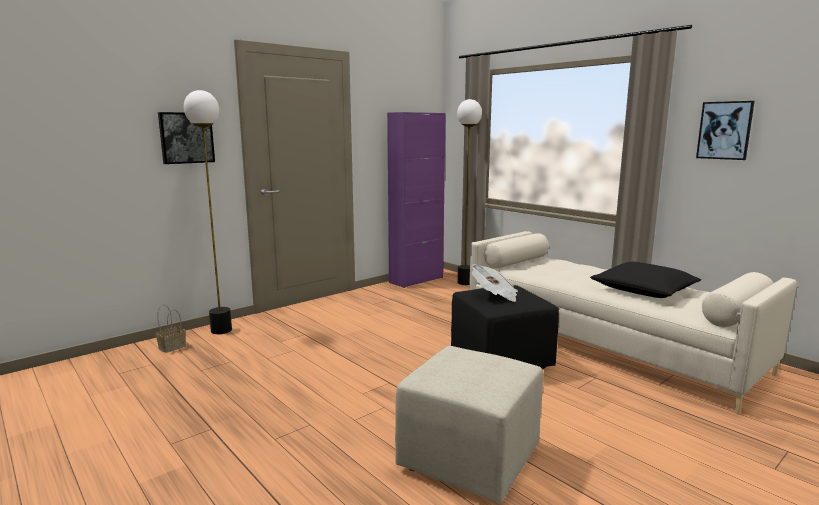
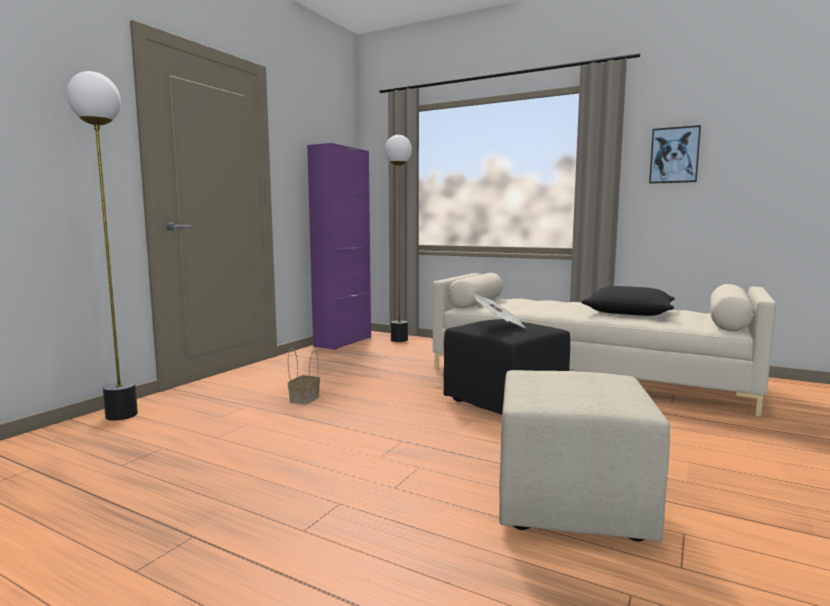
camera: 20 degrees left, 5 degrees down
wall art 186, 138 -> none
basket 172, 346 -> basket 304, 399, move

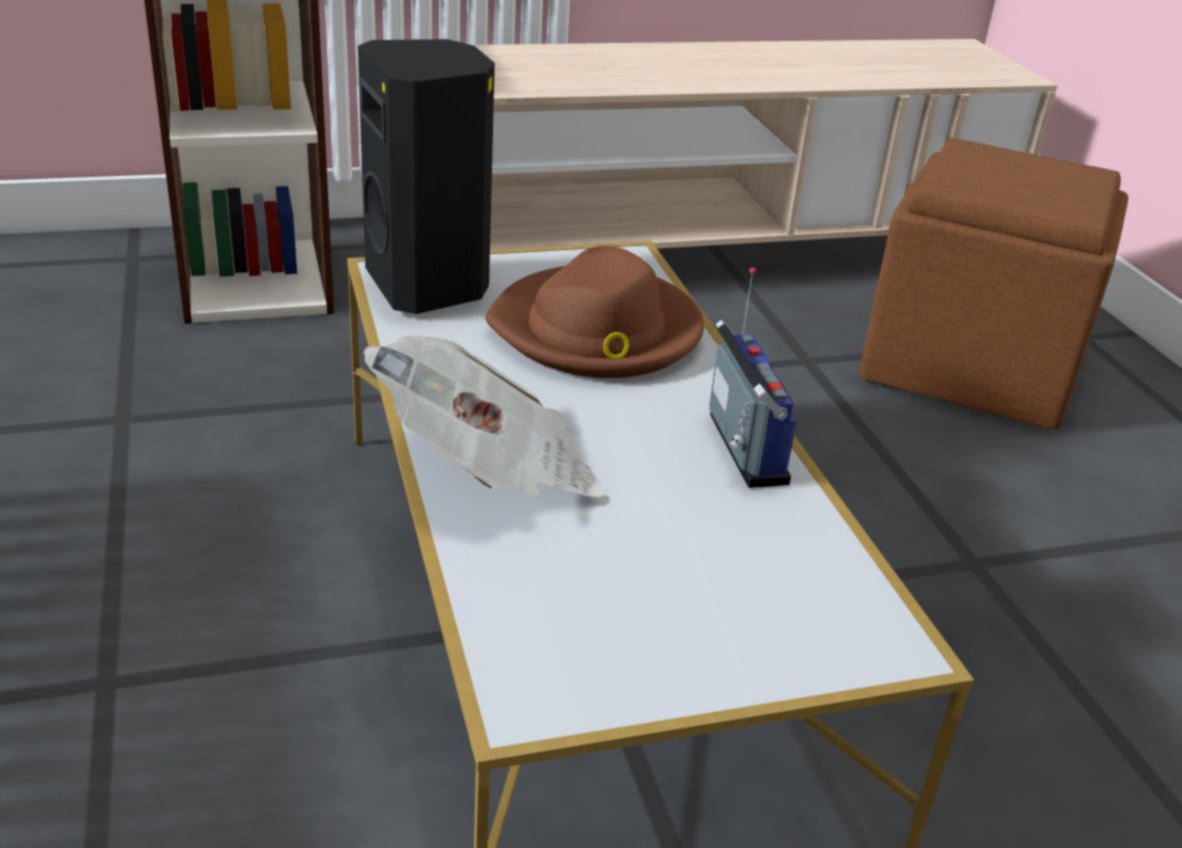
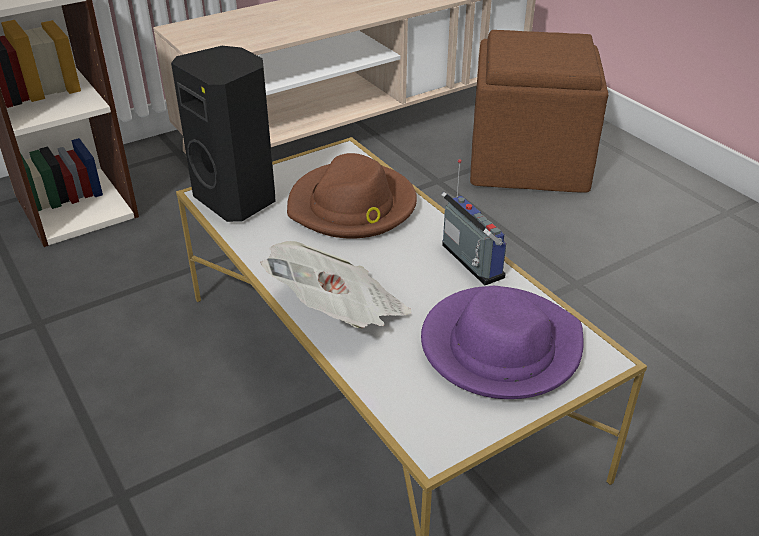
camera: 15 degrees left, 5 degrees up
none -> hat in purplish 500, 347

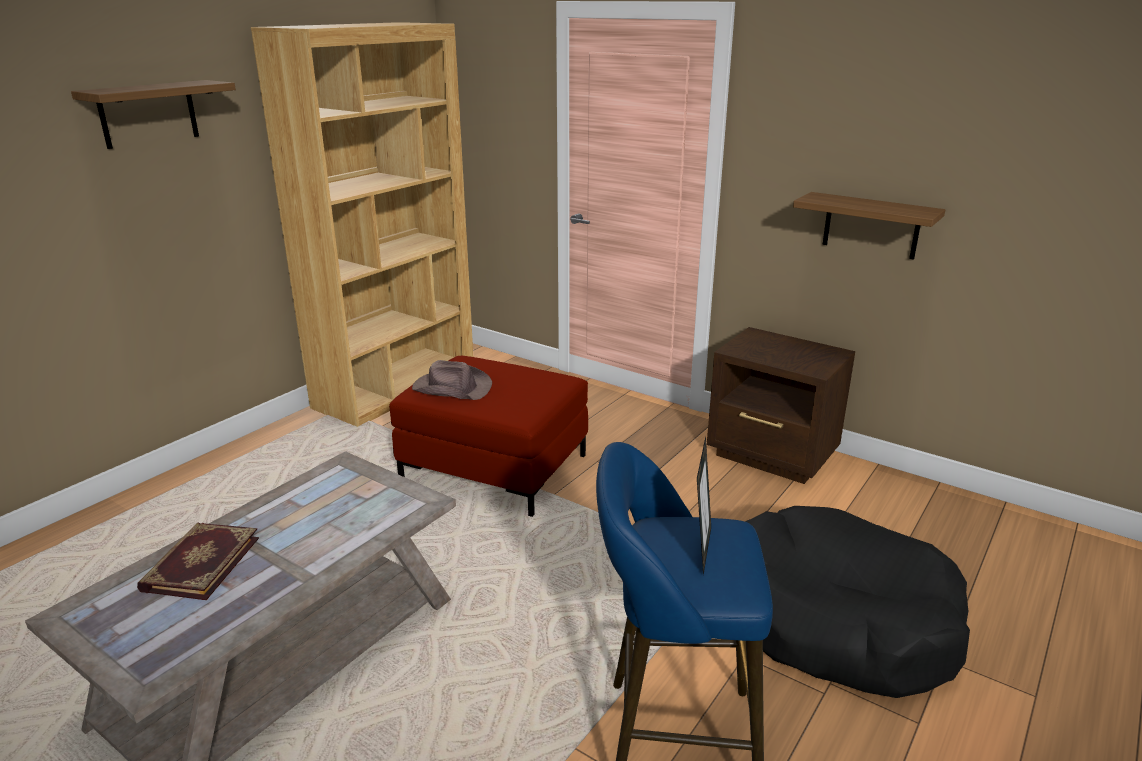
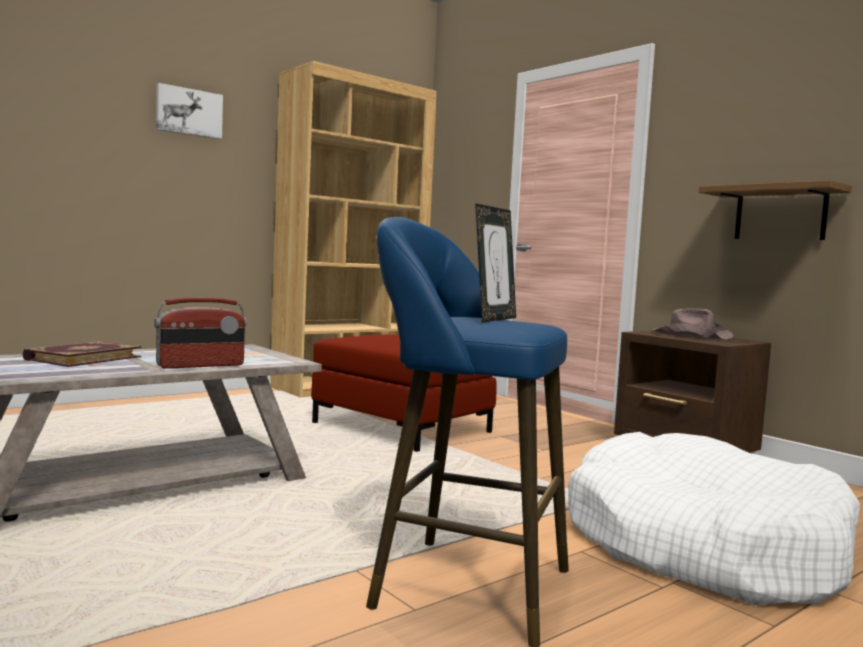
camera: 15 degrees right, 20 degrees down
shelf 148, 114 -> wall art 189, 112
hat in brown-coloured 451, 388 -> hat in brown-coloured 691, 335, move
dog bed in blackish 834, 620 -> dog bed in whitish 701, 547
none -> radio set 201, 365

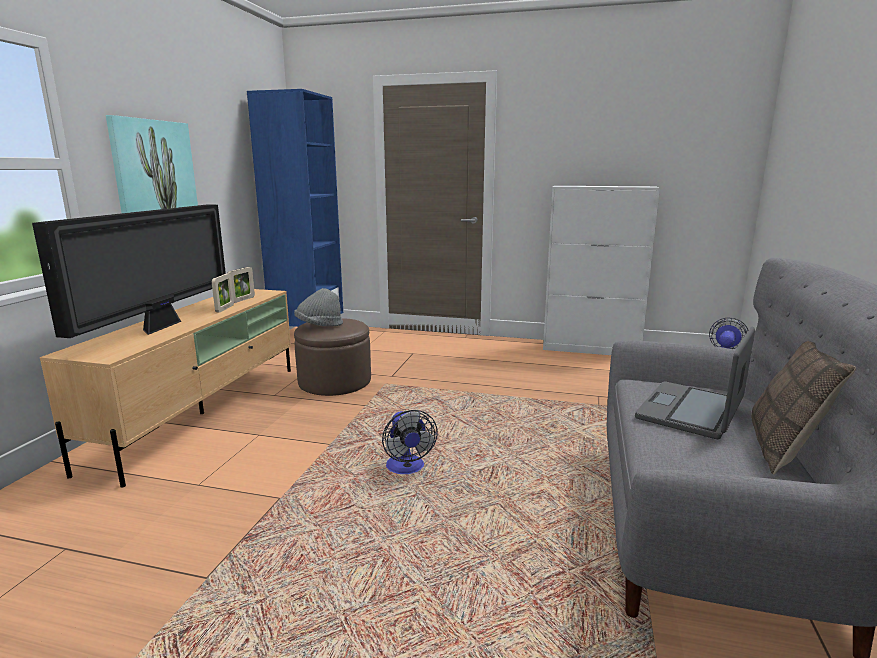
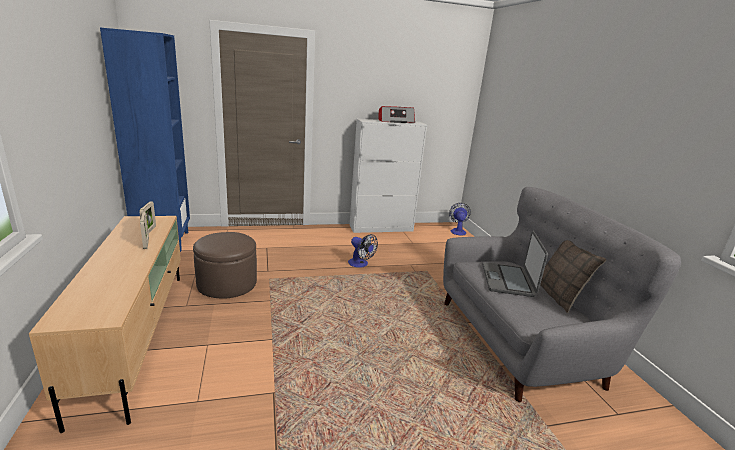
camera: 30 degrees left, 5 degrees up
wall art 155, 173 -> none
television 161, 326 -> none
hat in greyish 319, 326 -> none
fan 407, 469 -> fan 360, 264, move
none -> radio set 395, 121

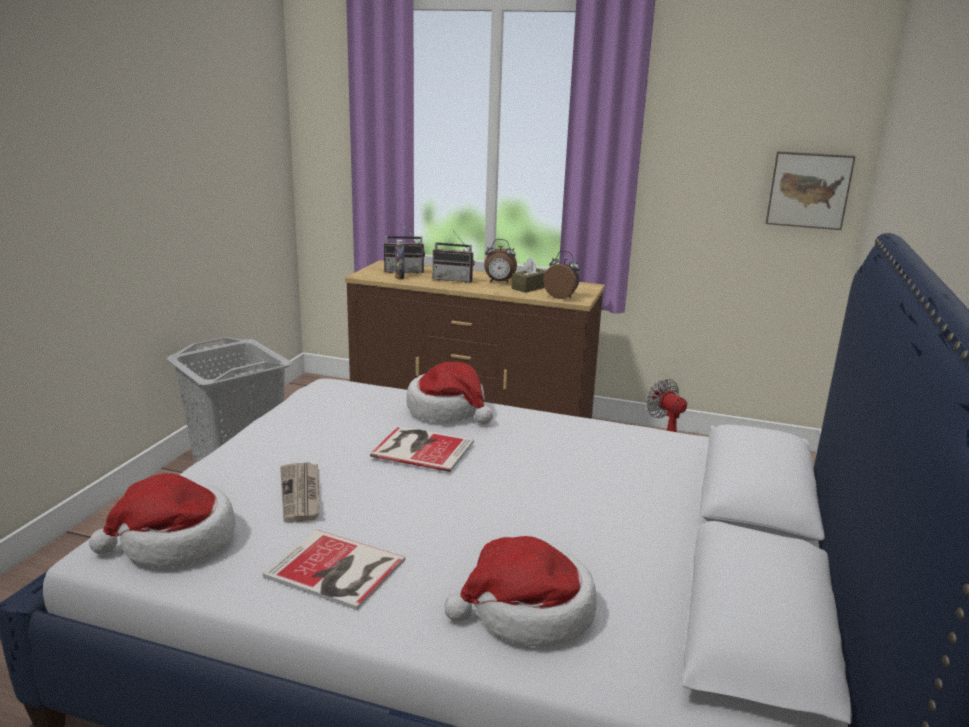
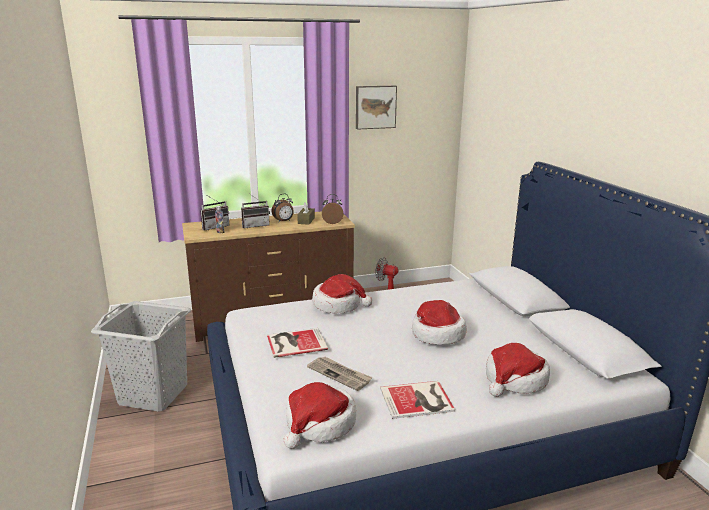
camera: 35 degrees left, 0 degrees up
wall art 808, 190 -> wall art 375, 107, move
book 421, 448 -> book 294, 342, move
none -> hat 436, 334

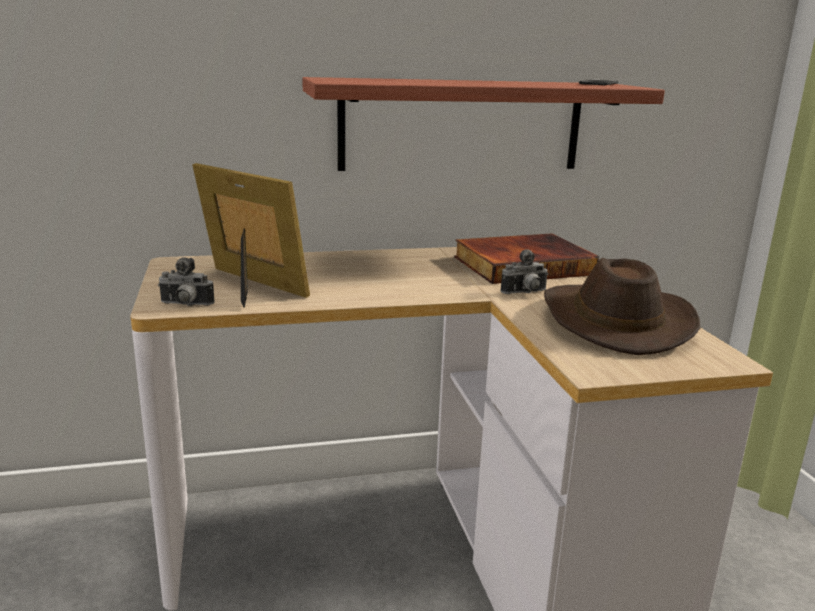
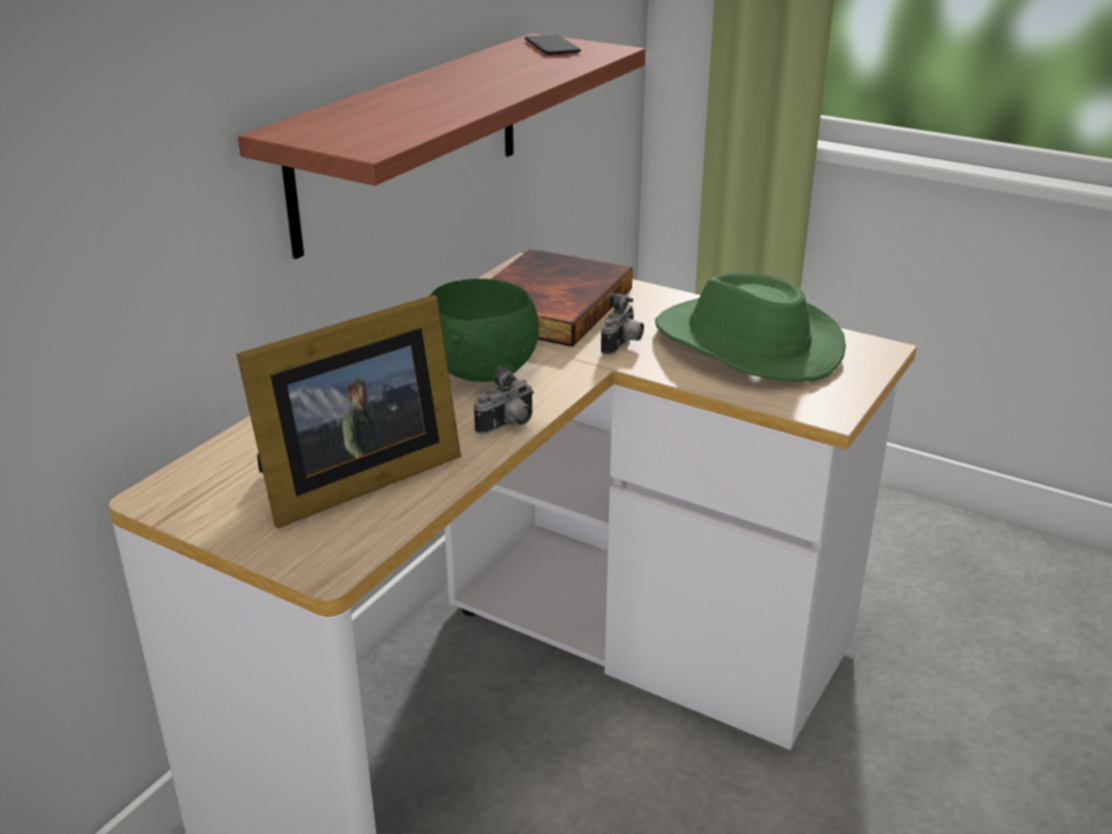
camera: 45 degrees left, 10 degrees up
picture frame 249, 287 -> picture frame 352, 481, 150 degrees clockwise
photo camera 185, 305 -> photo camera 508, 426, move
hat in brown-coloured 613, 321 -> hat in greenish 746, 346
none -> deep dish in greenish 483, 371

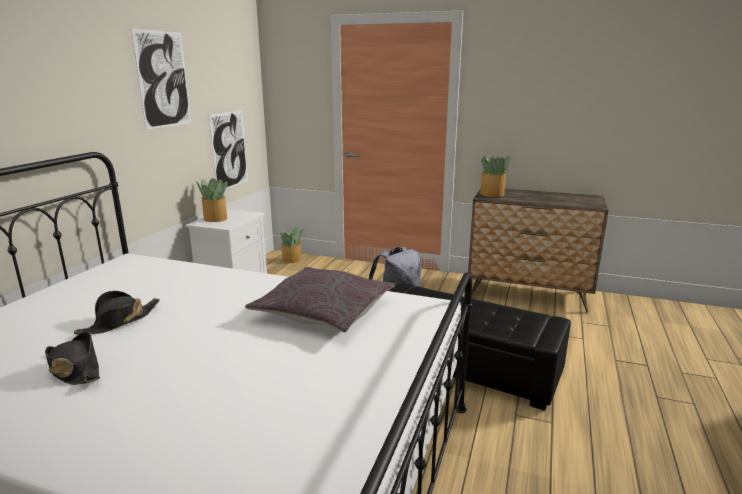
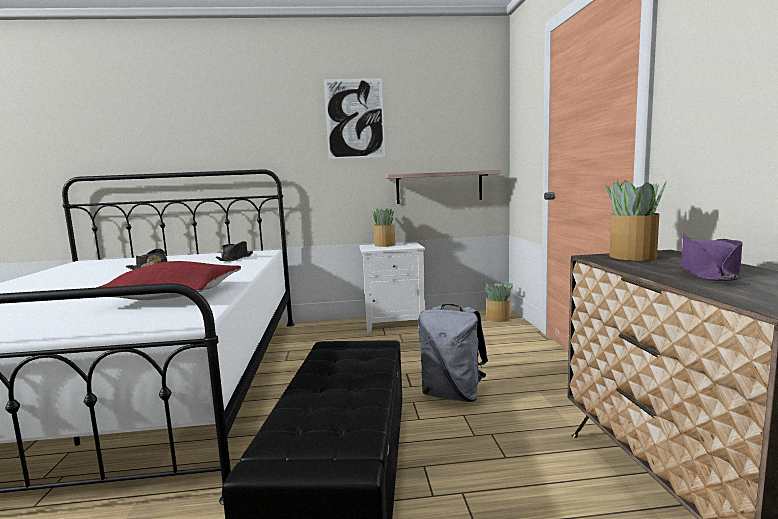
camera: 65 degrees right, 10 degrees down
wall art 229, 150 -> shelf 439, 187
cushion in greyish 323, 310 -> cushion in red-coloured 171, 296
hat in blackish 75, 369 -> hat in blackish 235, 259, move
none -> hat in purplish 708, 272

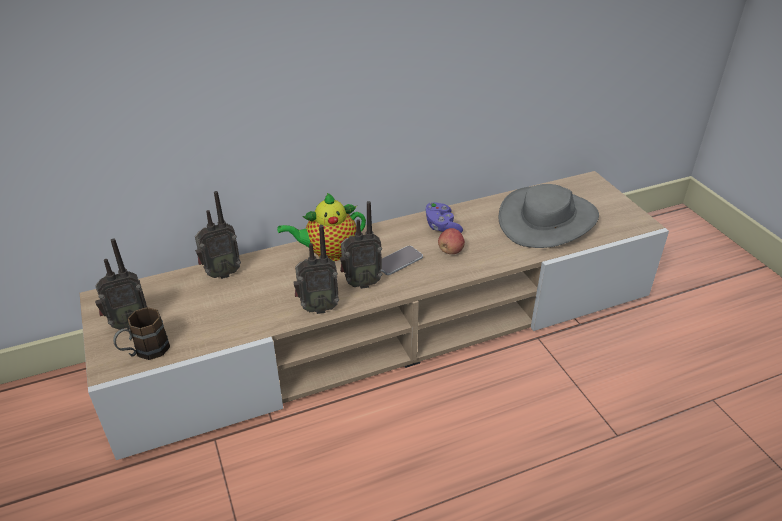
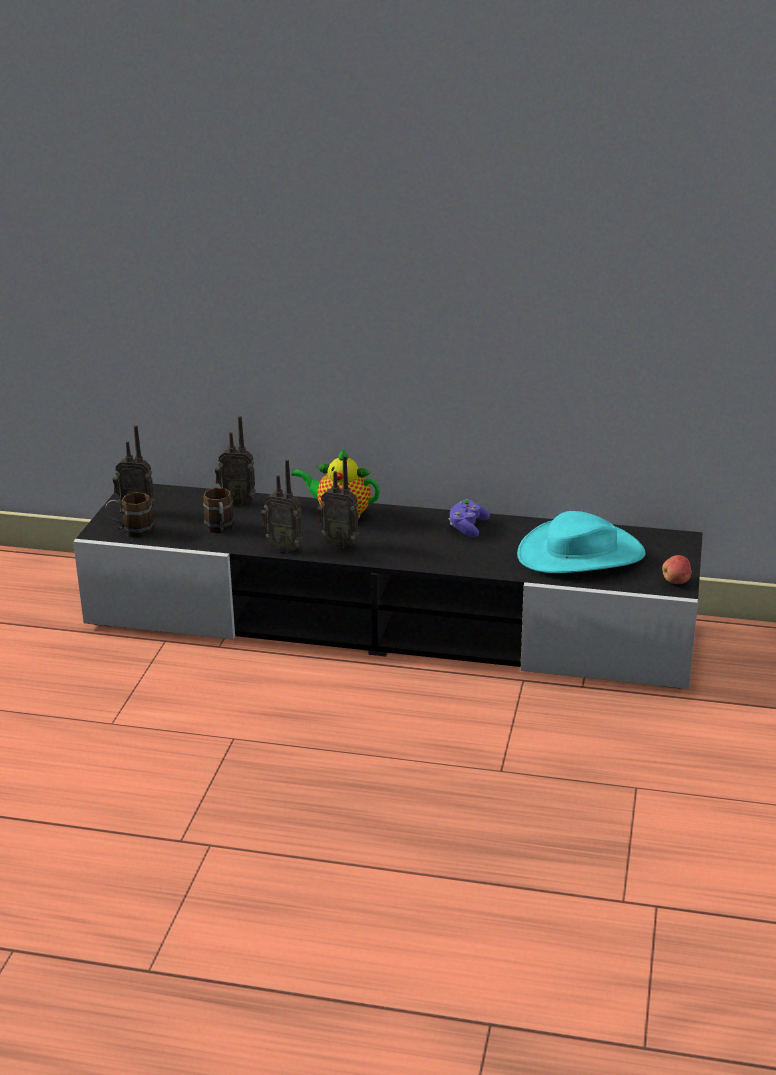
camera: 35 degrees right, 10 degrees down
tv unit in beige-coloured 392, 329 -> tv unit in blackish 390, 624
hat in greyish 548, 220 -> hat in turquoise-coloured 581, 554
whole apple 450, 251 -> whole apple 676, 581, move
handset 398, 261 -> none
none -> mug in brown-coloured 220, 529

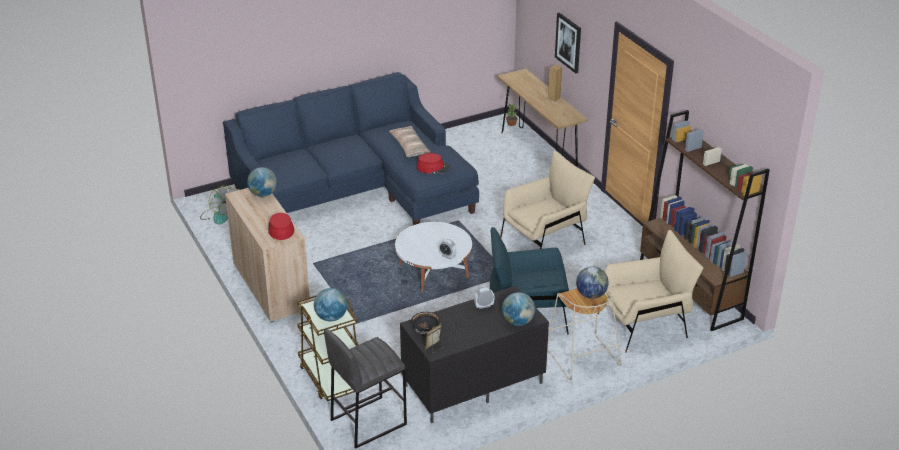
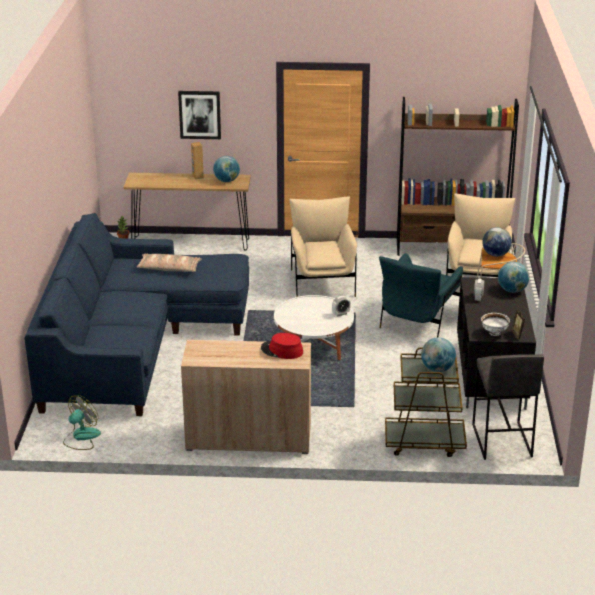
camera: 60 degrees left, 5 degrees down
hat in red-coloured 433, 167 -> none
world globe 263, 194 -> world globe 227, 181, move
fan 218, 215 -> fan 81, 437, 45 degrees counterclockwise
deep dish in blackish 425, 333 -> deep dish in whitish 494, 333

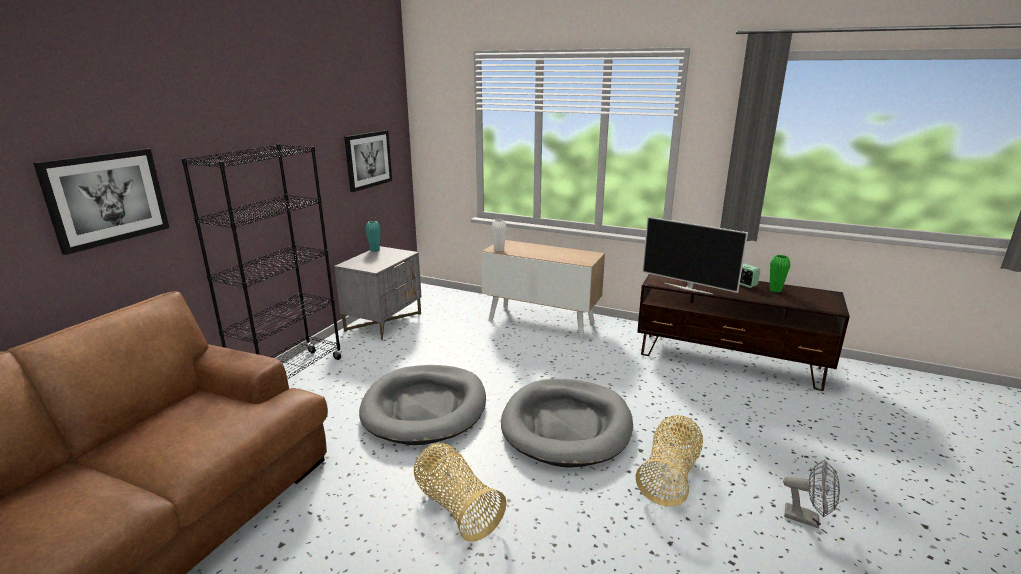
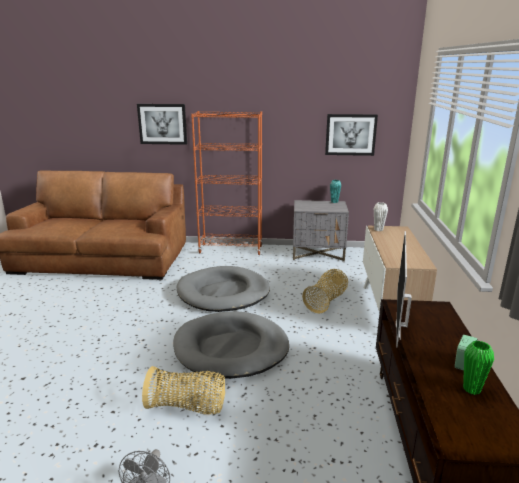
camera: 70 degrees right, 0 degrees up
shelving unit in blackish 290, 377 -> shelving unit in orangey 231, 249
basket 456, 507 -> basket 326, 301, move

